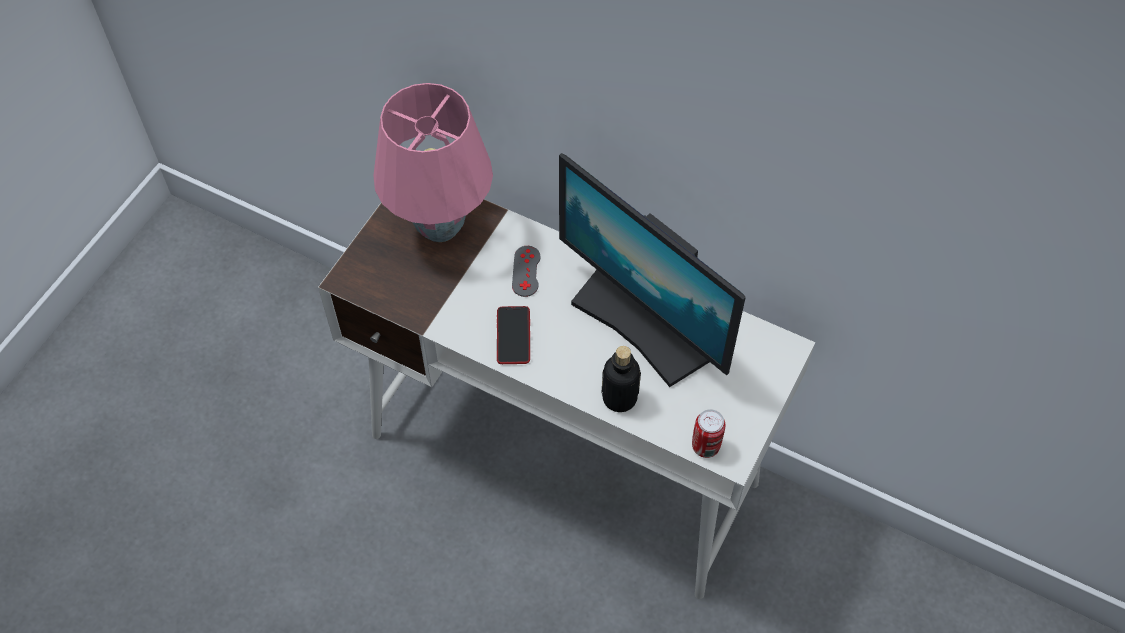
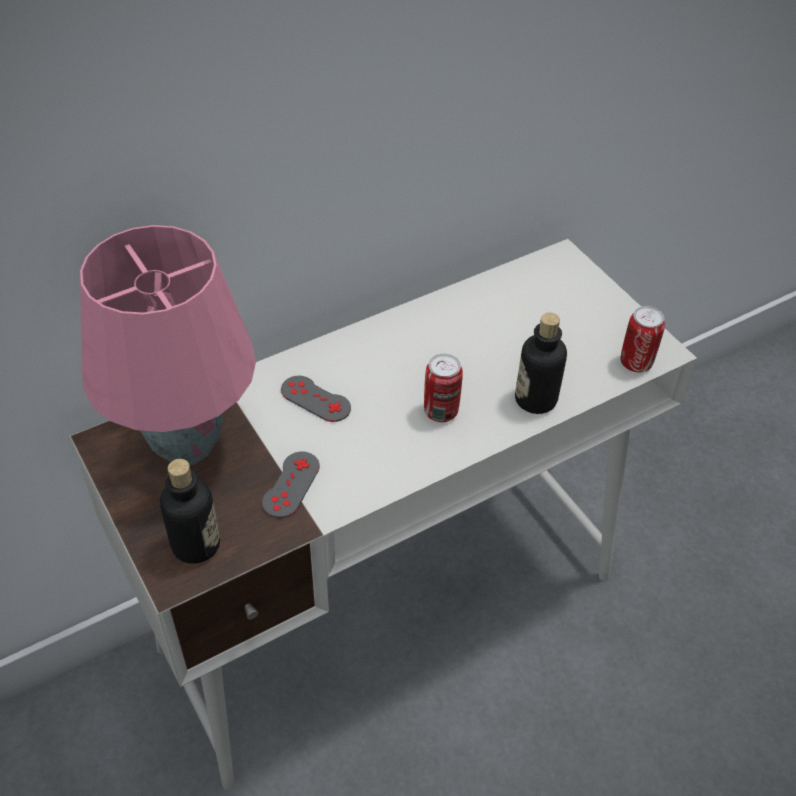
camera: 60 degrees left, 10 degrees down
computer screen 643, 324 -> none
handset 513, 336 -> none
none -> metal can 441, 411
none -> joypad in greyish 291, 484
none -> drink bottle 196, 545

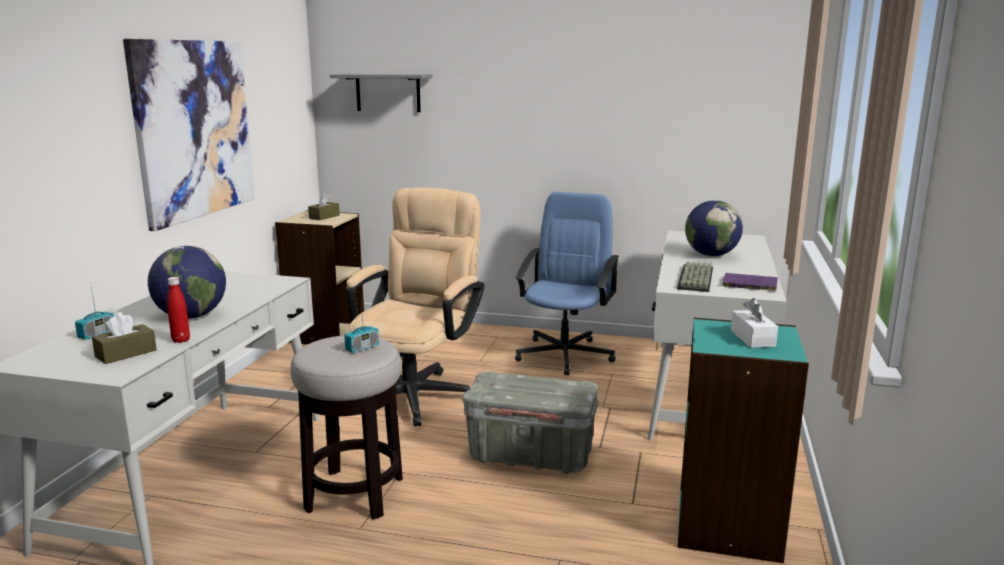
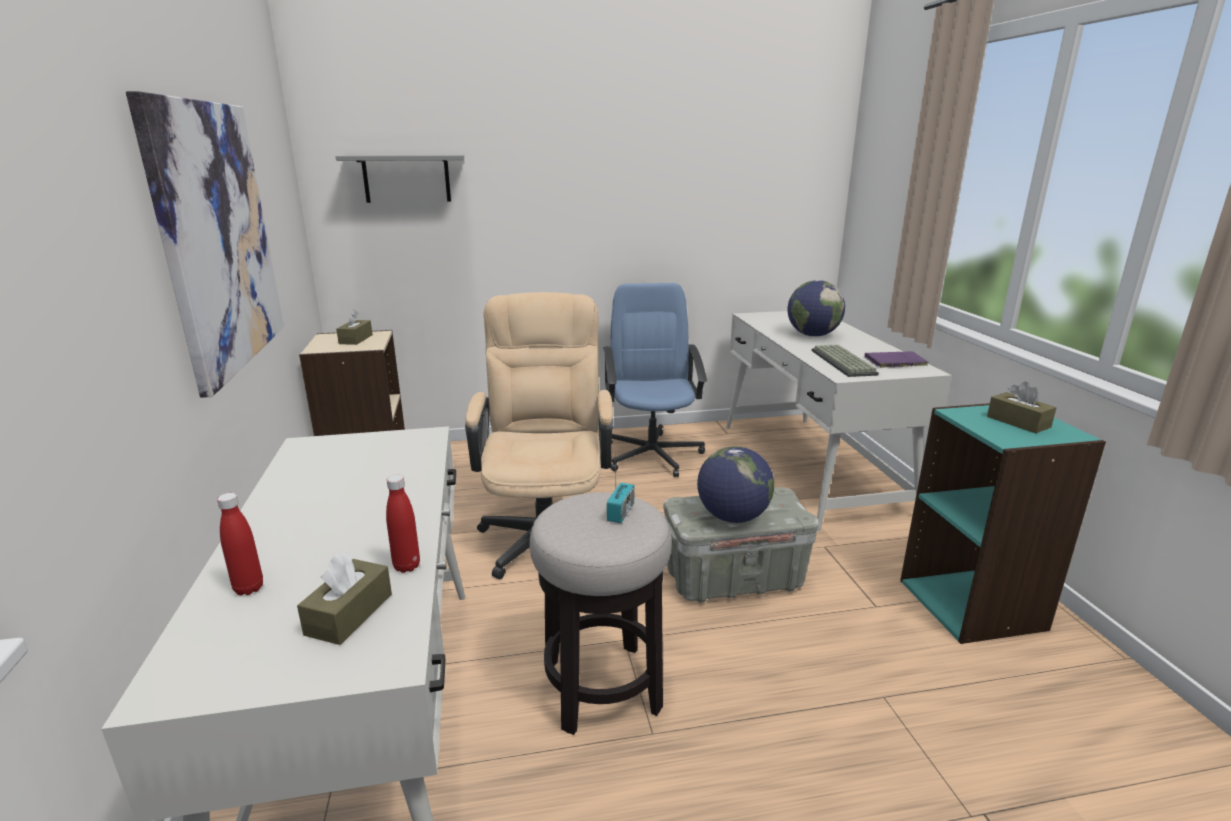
camera: 25 degrees left, 5 degrees up
world globe 191, 316 -> world globe 732, 517, move
radio set 97, 334 -> drink bottle in red-coloured 249, 588
tissue box in whitish 752, 338 -> tissue box in brown-coloured 1018, 422

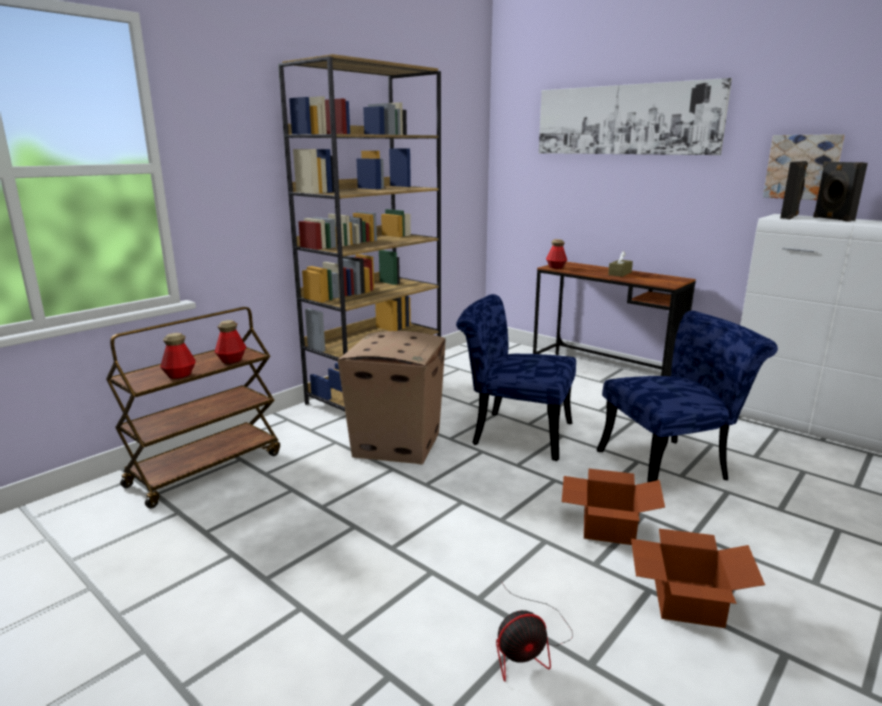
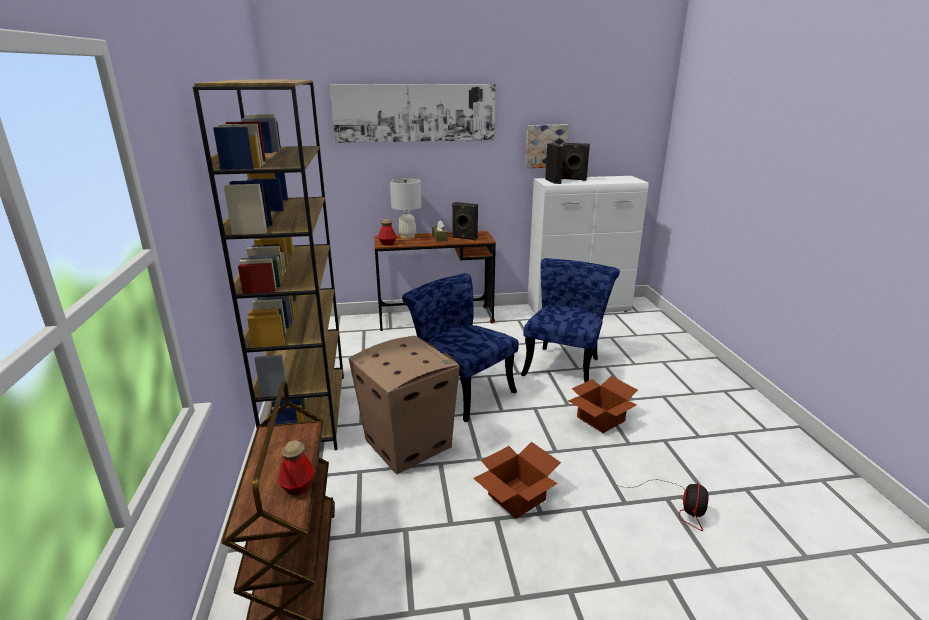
camera: 50 degrees left, 5 degrees up
plain chair in blue 513, 433 -> plain chair in blue 460, 390, 75 degrees clockwise
drink bottle 232, 360 -> none
cardboard box 685, 600 -> cardboard box 515, 497, move
none -> table lamp in whitish 407, 237
none -> loudspeaker in blackish 464, 238

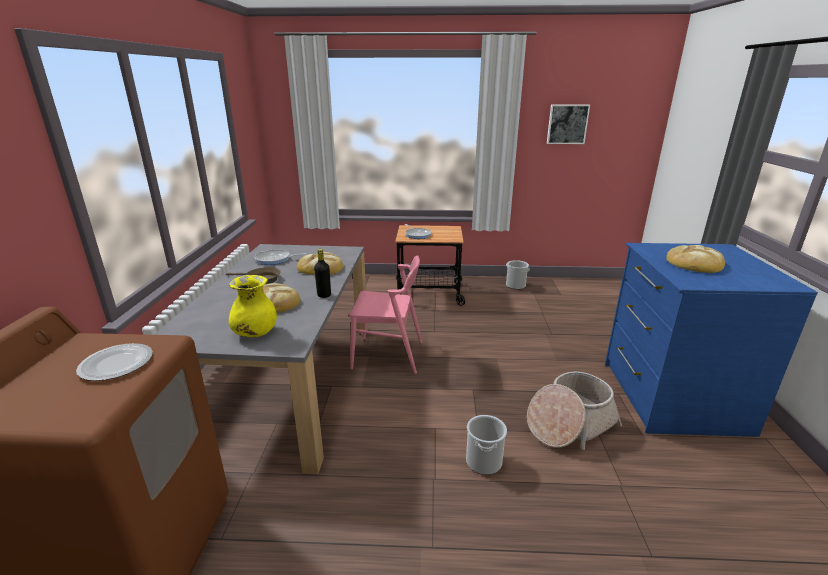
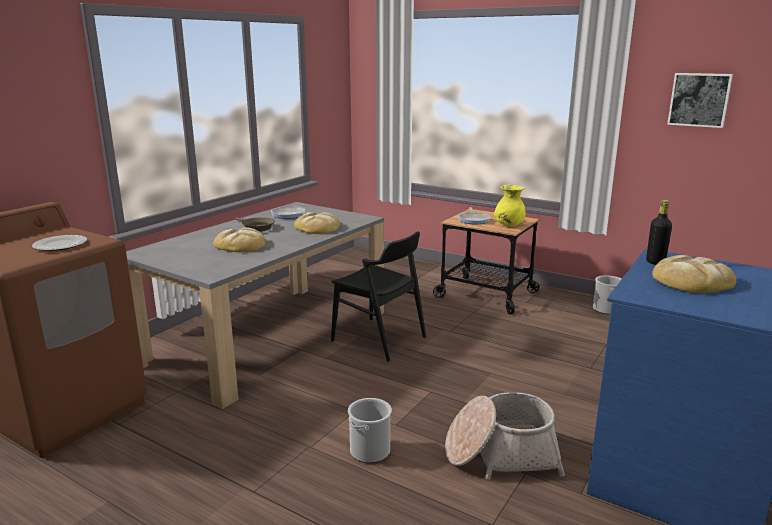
camera: 30 degrees right, 5 degrees down
drink bottle in blackish 324, 295 -> drink bottle in blackish 655, 262, move
plain chair in pink-coloured 388, 355 -> plain chair in blackish 379, 339
flower vase in yellow-coloured 255, 333 -> flower vase in yellow-coloured 509, 225, move

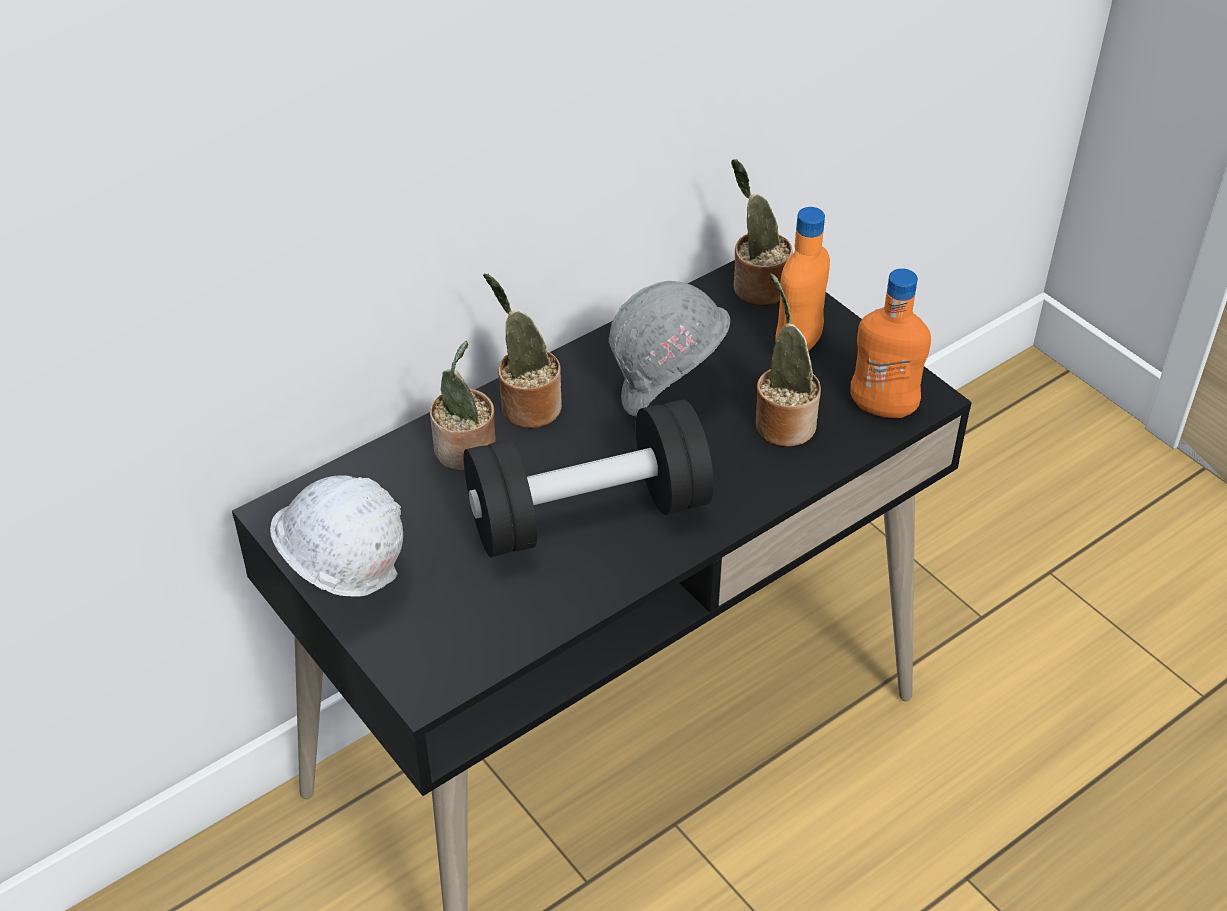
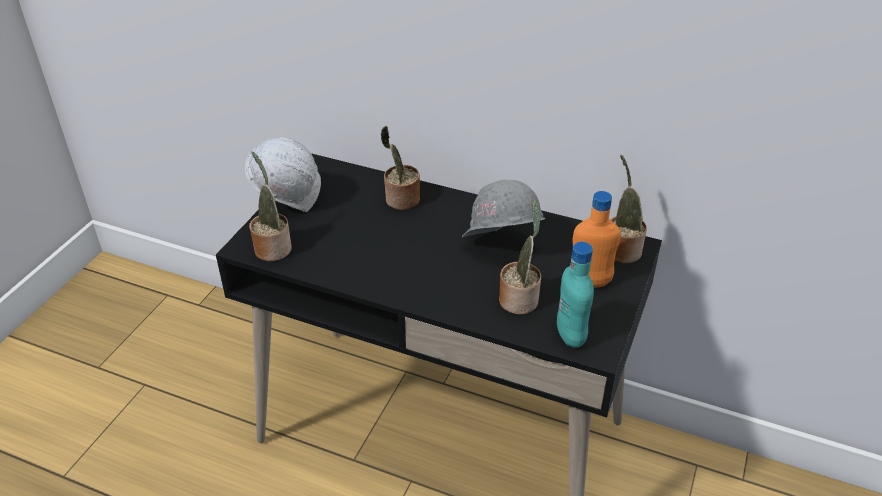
camera: 60 degrees right, 5 degrees down
drink bottle in orangey 882, 408 -> drink bottle in turquoise-coloured 570, 335
houseplant 526, 406 -> houseplant 272, 247, move
dumbbell in blackish 588, 514 -> none

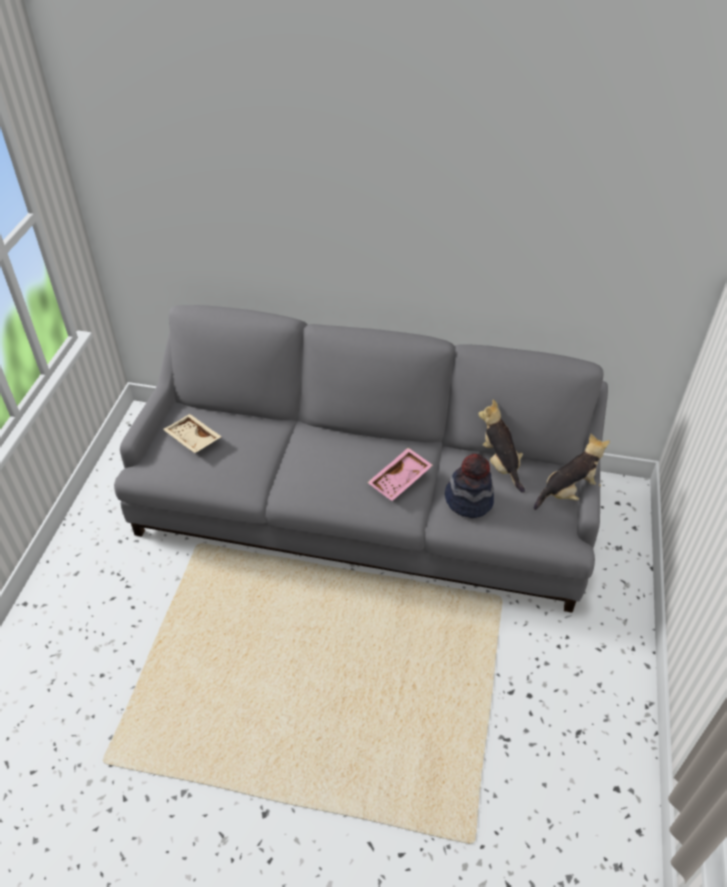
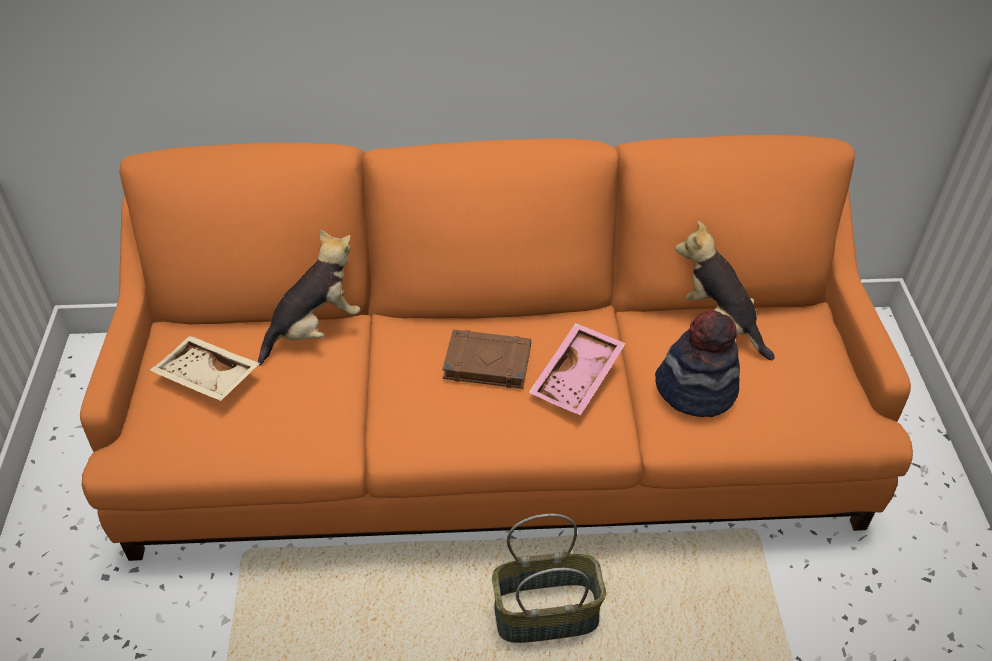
camera: 15 degrees left, 0 degrees up
sofa in greyish 364, 506 -> sofa in orangey 497, 431
cuddly toy 568, 492 -> cuddly toy 315, 329, move
none -> book in brown-coloured 486, 363
none -> basket 547, 613

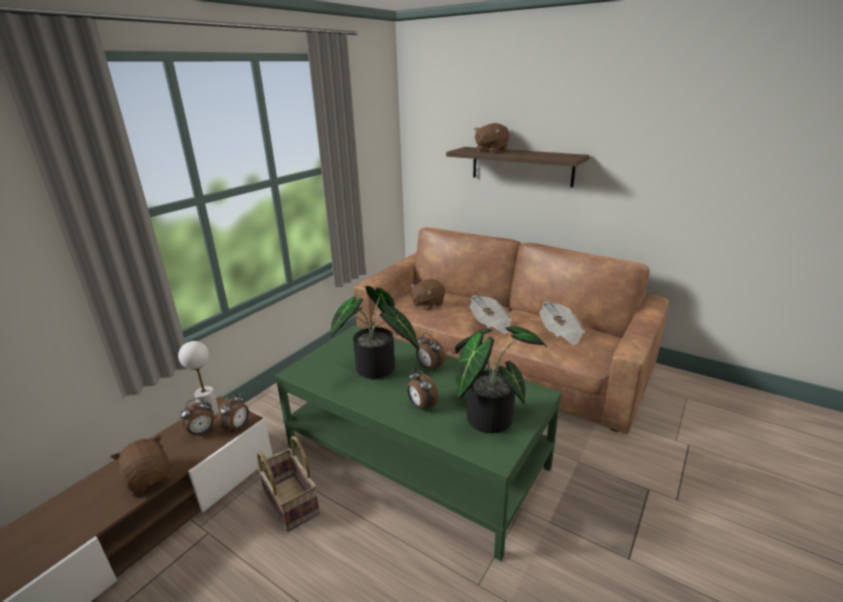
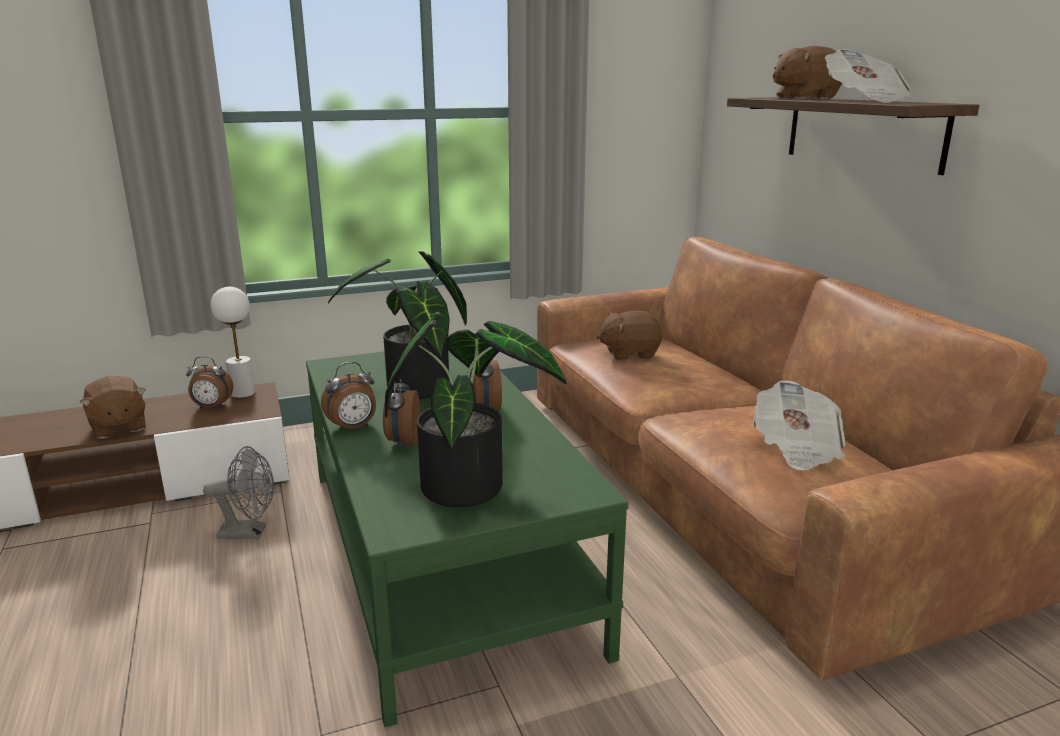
camera: 35 degrees right, 5 degrees down
newspaper 491, 324 -> newspaper 864, 101, move
table clock 237, 427 -> table clock 353, 428, move
cuddly toy in brown-coloured 149, 478 -> cuddly toy in brown-coloured 118, 427, 150 degrees clockwise
basket 289, 502 -> fan in greyish 250, 532

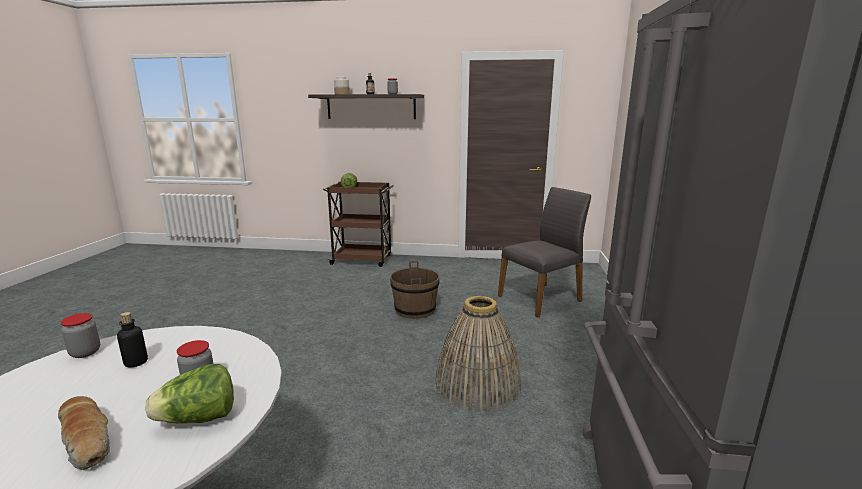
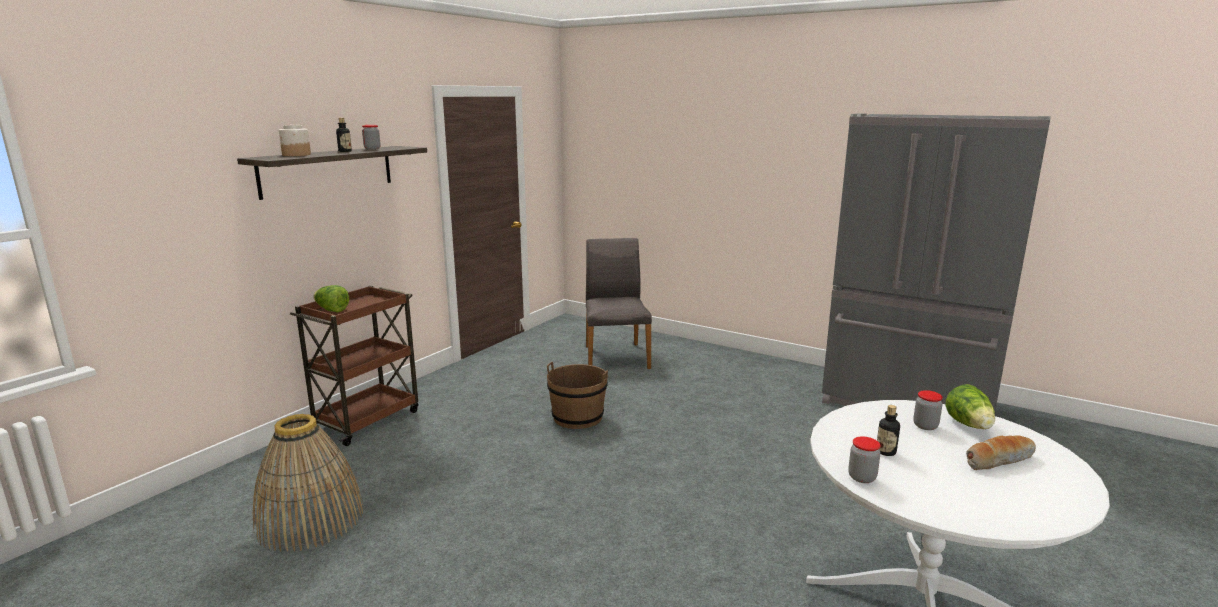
camera: 65 degrees left, 0 degrees up
basket 477, 384 -> basket 310, 518, move

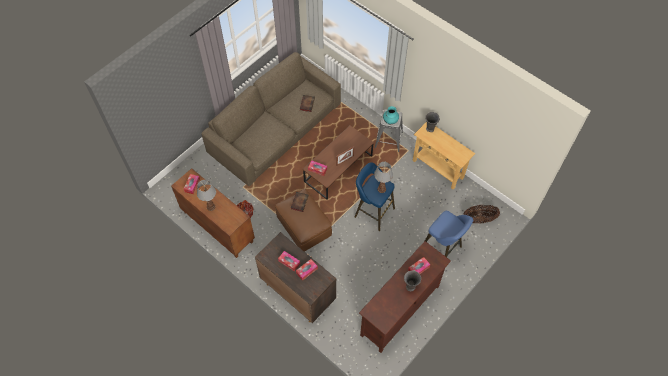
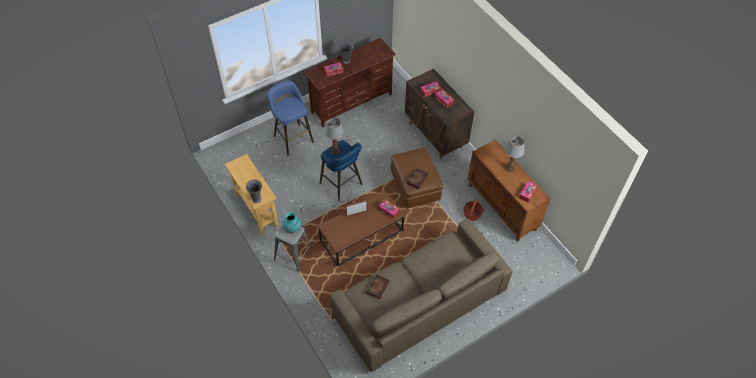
camera: 165 degrees left, 5 degrees down
basket 479, 219 -> none

